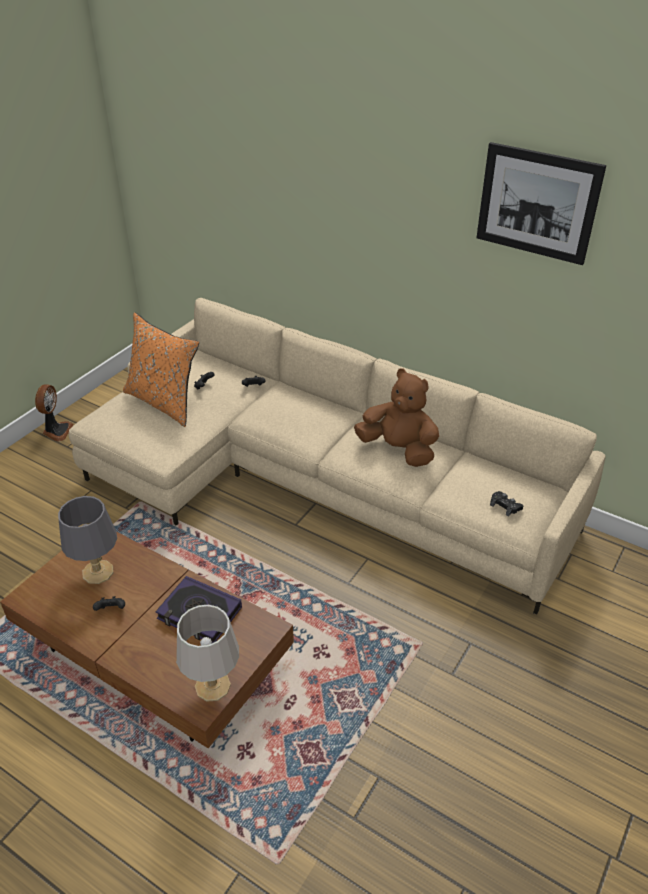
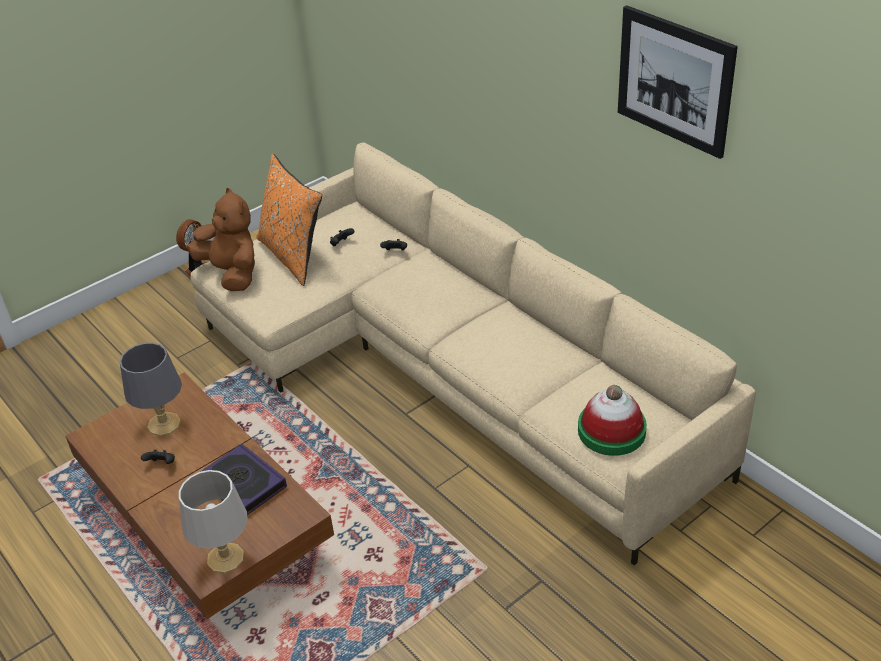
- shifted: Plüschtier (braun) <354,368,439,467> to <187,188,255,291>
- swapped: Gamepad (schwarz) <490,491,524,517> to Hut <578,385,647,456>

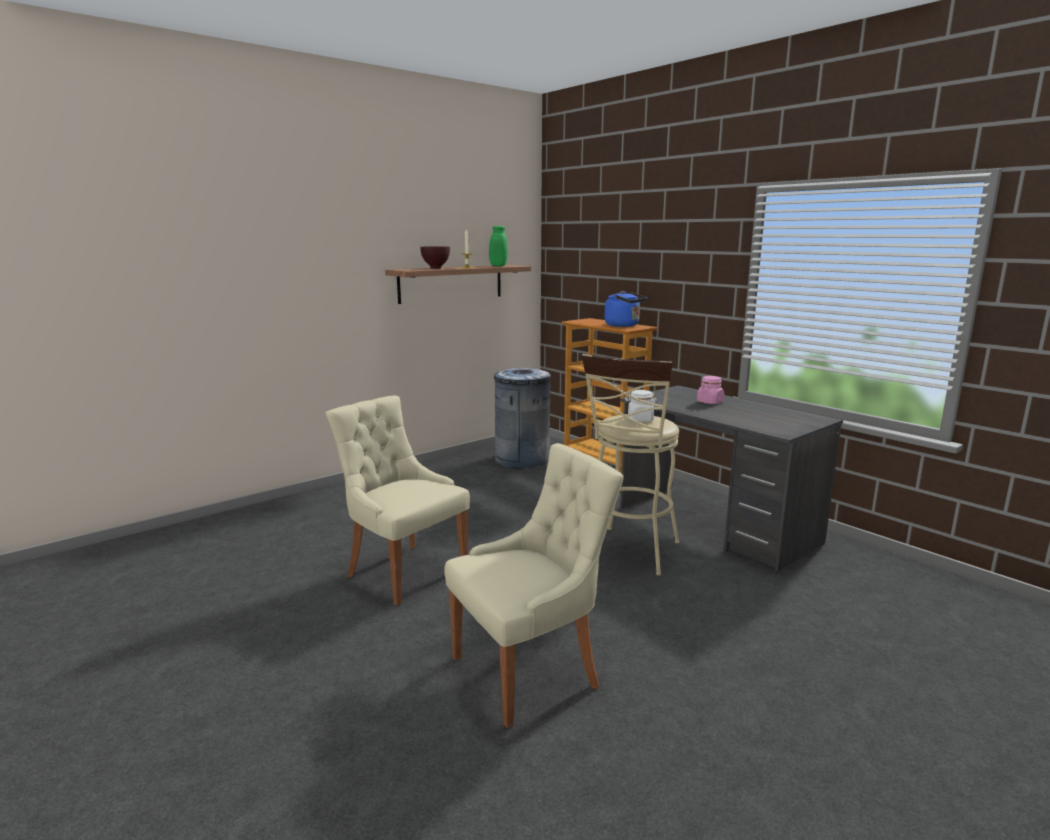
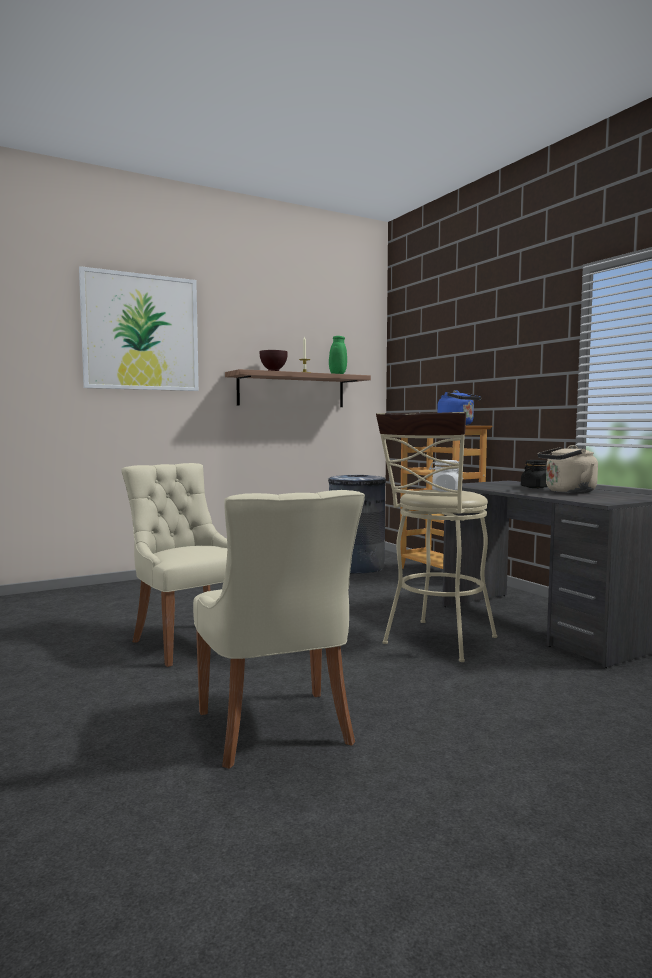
- rotated: Stuhl (beige) <444,443,624,728> = <193,490,365,768> 90 degrees clockwise
- repainted: Vorratsglas (rosa) <697,376,724,404> to Vorratsglas (schwarz) <521,460,547,488>
- new: Bild <79,266,199,391>
- new: Wasserkessel (beige) <538,445,598,493>

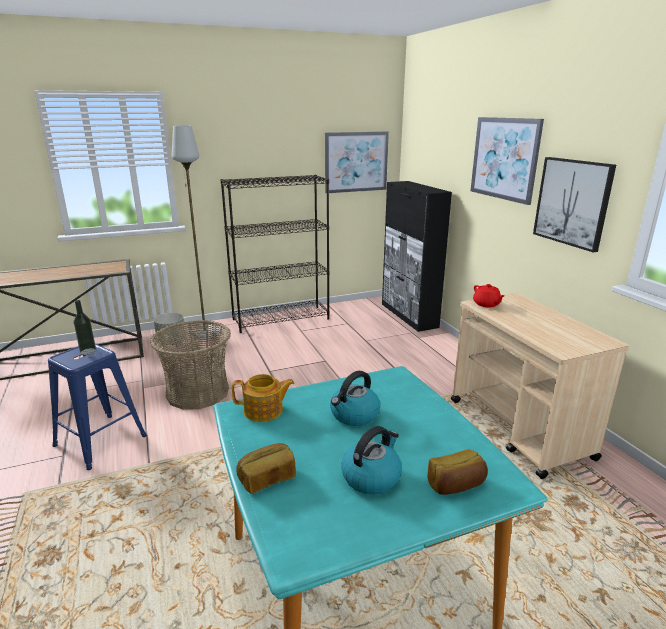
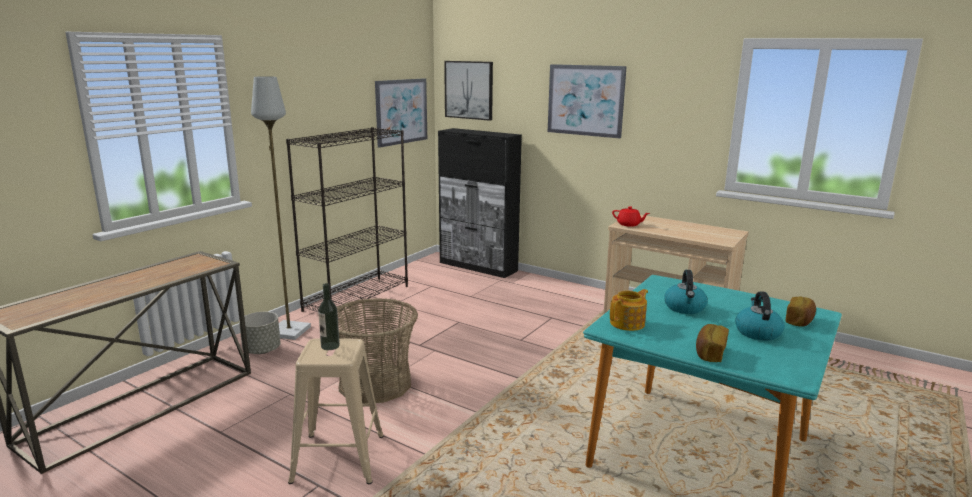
- repainted: Hocker (blau) <48,344,147,470> to Hocker (beige) <288,338,384,484>
- shifted: Bild <533,157,616,252> to <444,61,493,121>

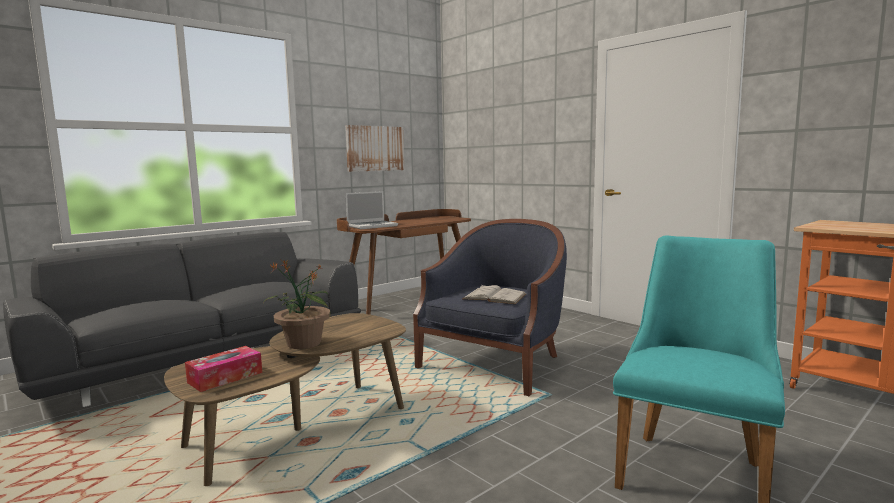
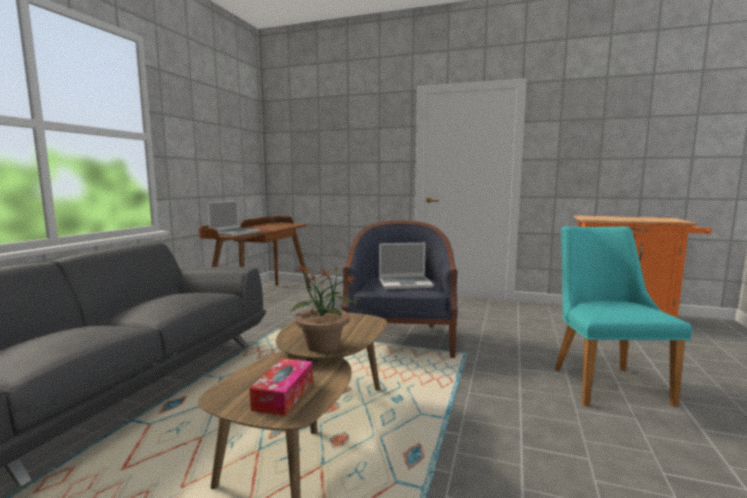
- gone: Bild <345,125,404,172>
- swapped: Buch (weiß) <463,285,526,304> to Laptop <379,243,434,289>

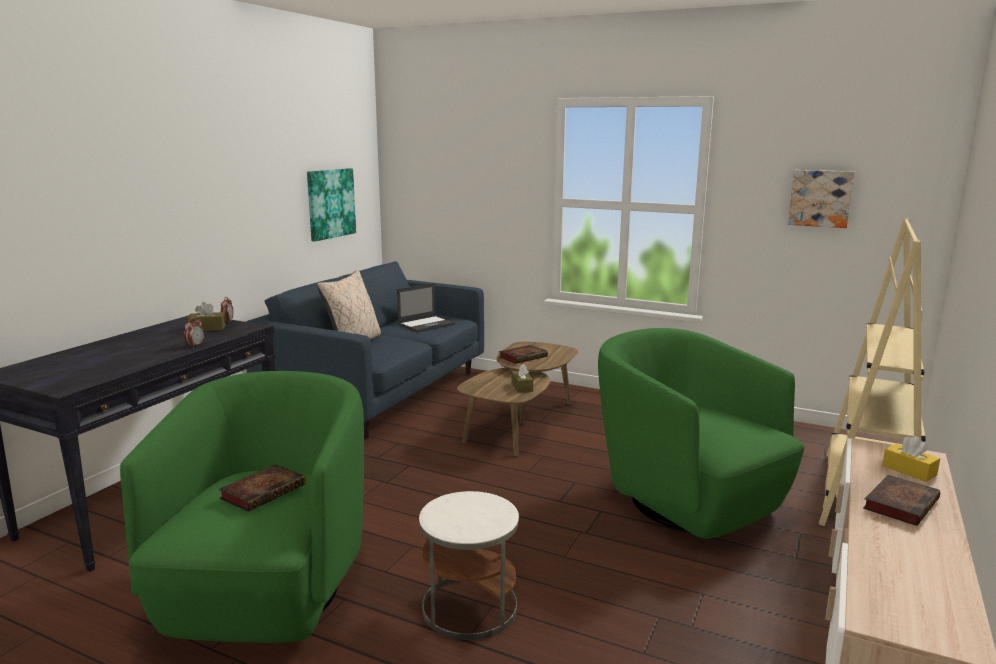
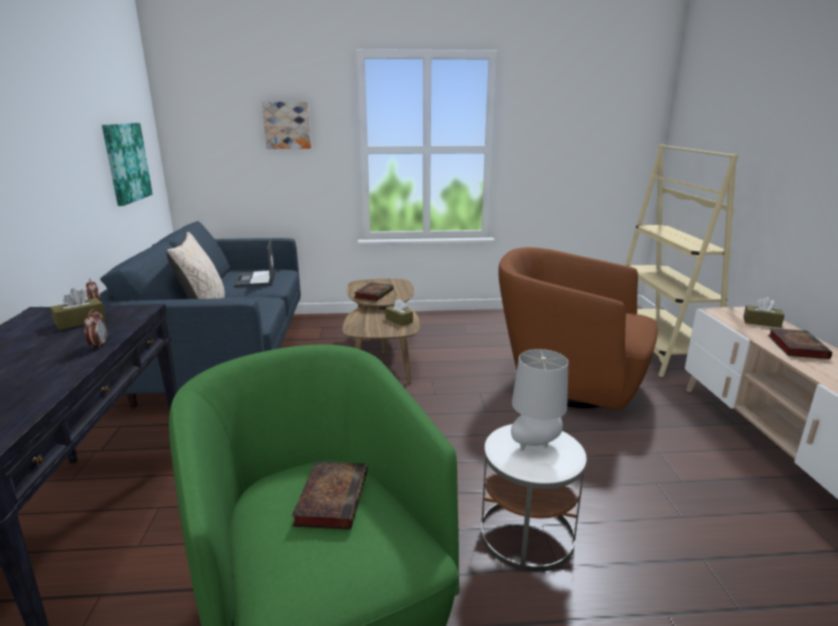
- rotated: Laptop <397,283,455,332> = <234,238,275,287> 150 degrees clockwise
- repainted: Sessel (grün) <598,328,805,539> to Sessel (braun) <499,247,658,410>
- shifted: Bild <788,170,854,228> to <262,102,311,149>
- repainted: Taschentuchbox (gelb) <882,436,940,482> to Taschentuchbox (braun) <743,297,785,328>
- new: Tischlampe (grau) <511,349,568,451>

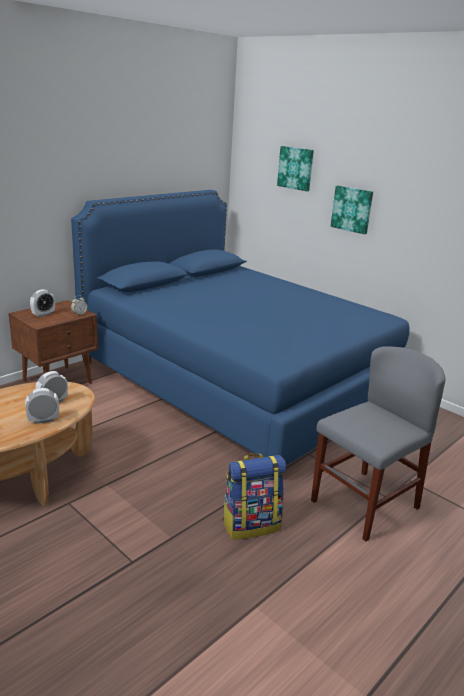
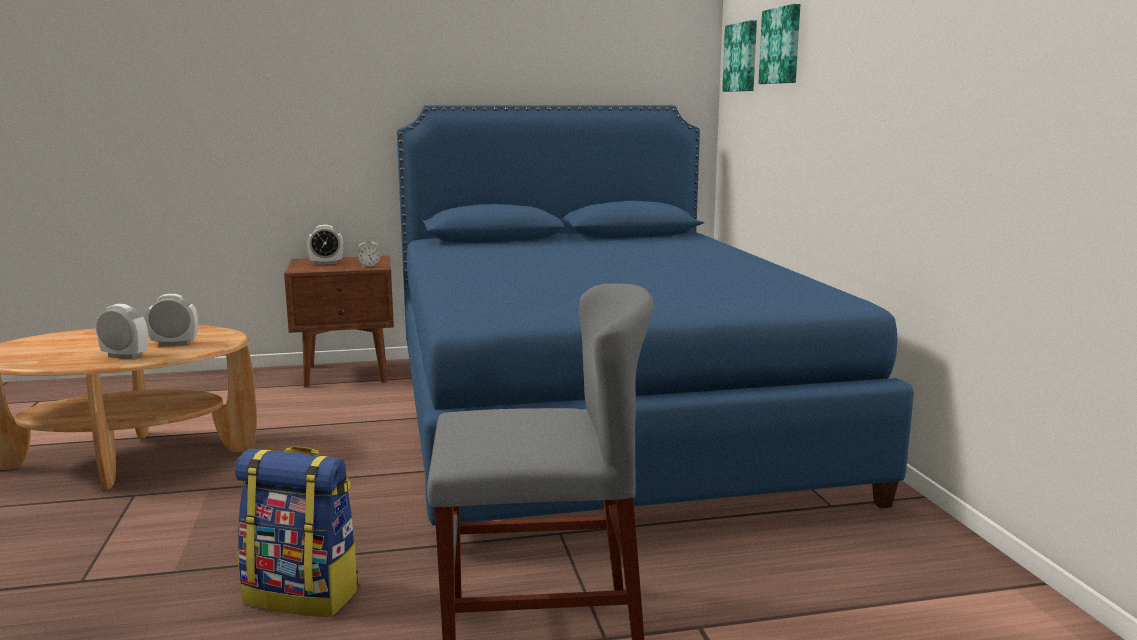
- shifted: Bild <331,185,373,234> to <722,20,757,92>

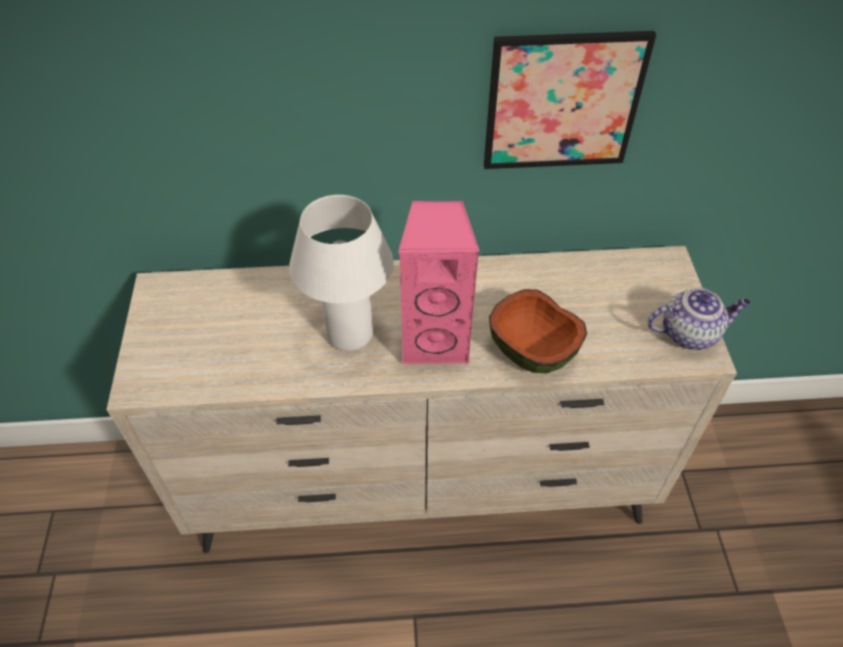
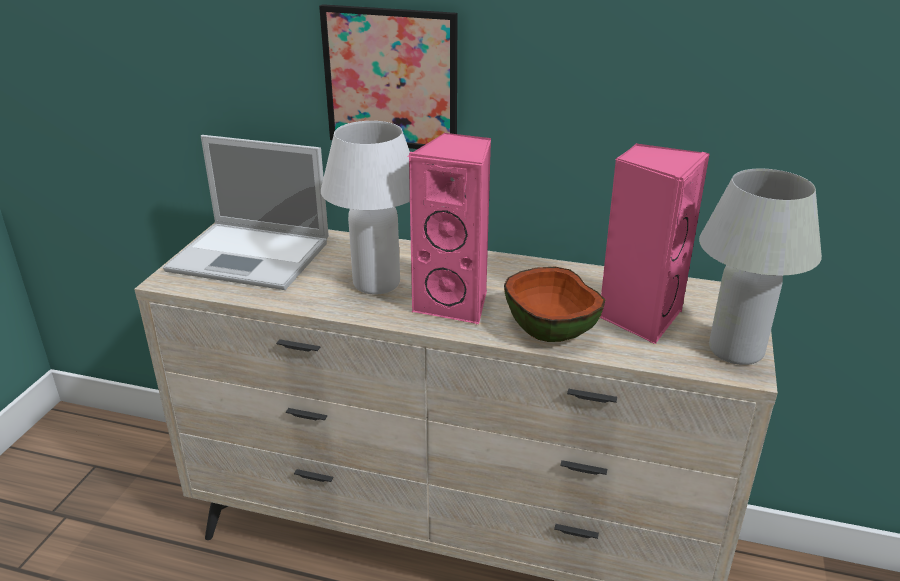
- shifted: Bild <484,31,656,169> to <319,4,457,149>
- swapped: Teekanne <647,288,751,350> to Tischlampe (weiß) <699,169,822,365>
- new: Laptop <163,135,329,290>
- new: Lautsprecher (rosa) <600,143,710,344>

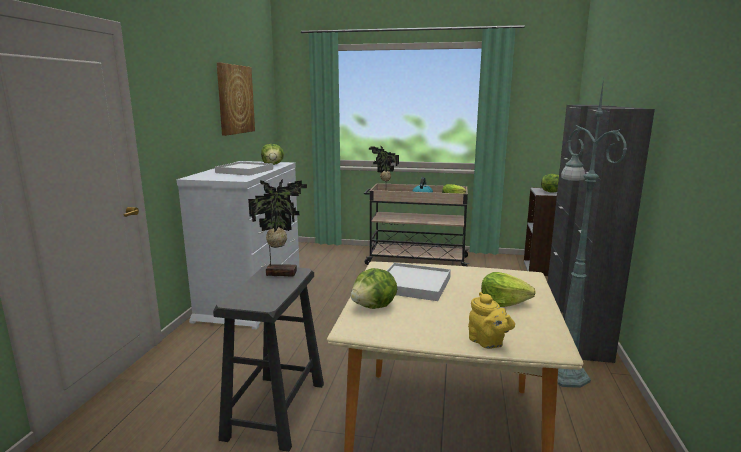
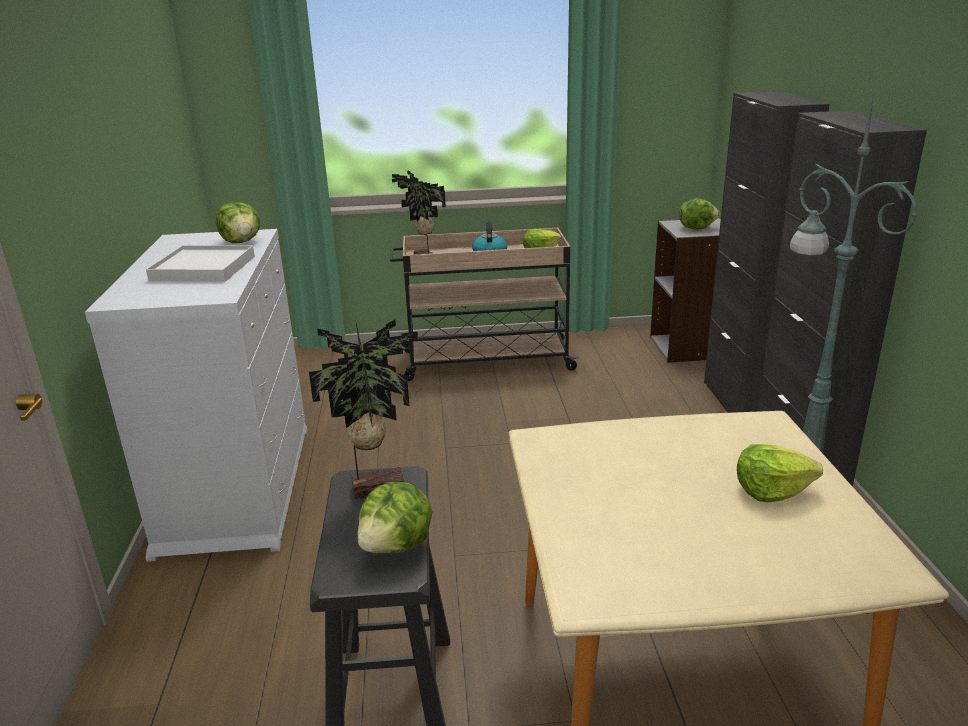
- gone: Bild <217,63,255,136>
- shifted: Salatkopf <350,268,397,309> to <357,482,433,554>
- gone: Tablett (weiß) <387,263,451,301>
- gone: Teekanne (gelb) <468,292,515,349>

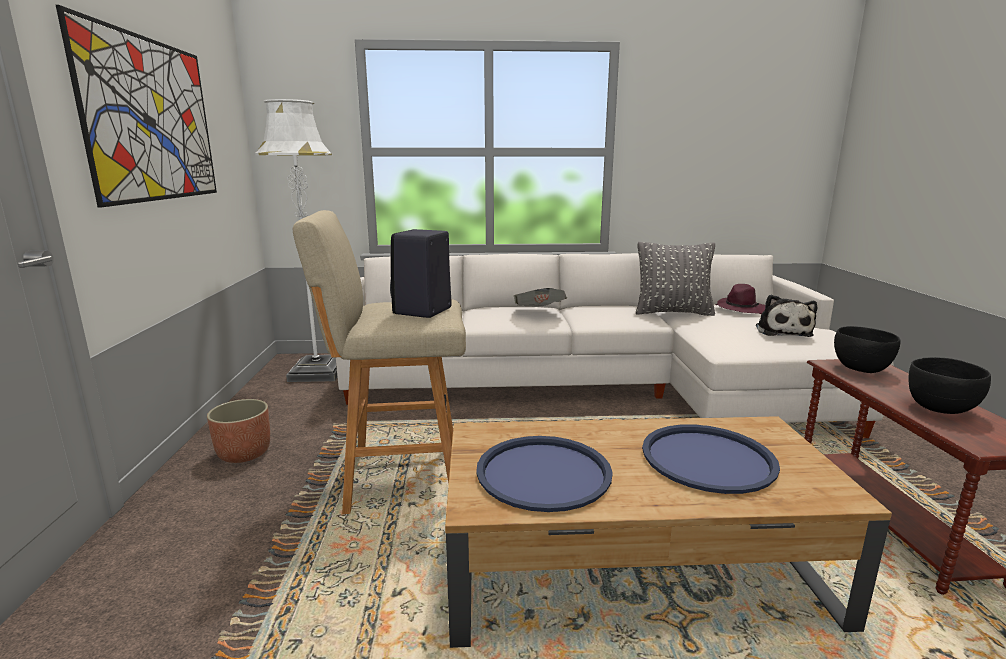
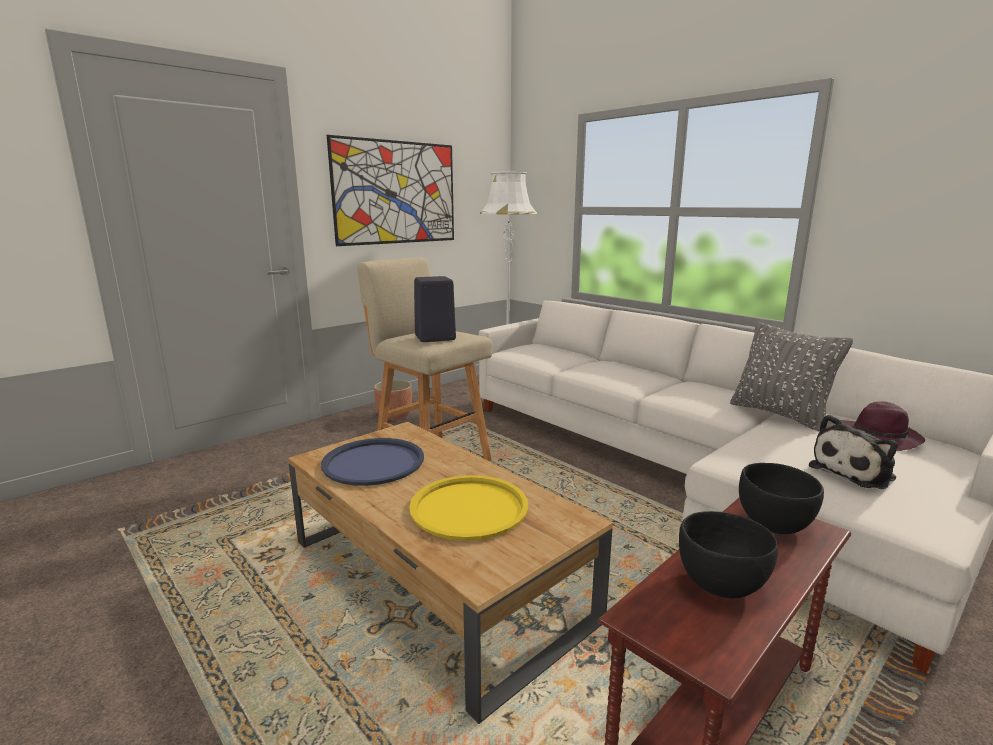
- gone: Zeitung <514,288,567,307>
- repainted: Tablett (blau) <642,424,780,494> to Tablett (gelb) <409,475,528,541>

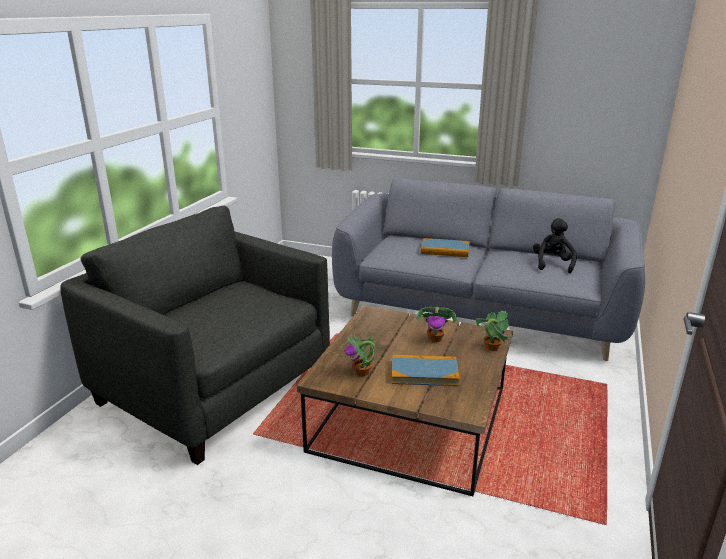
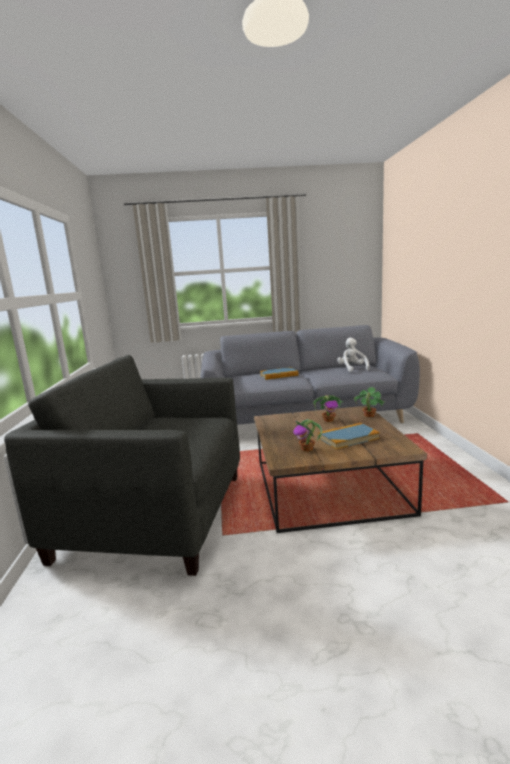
- repainted: Plüschtier (schwarz) <533,218,577,273> to Plüschtier (weiß) <337,338,369,372>

